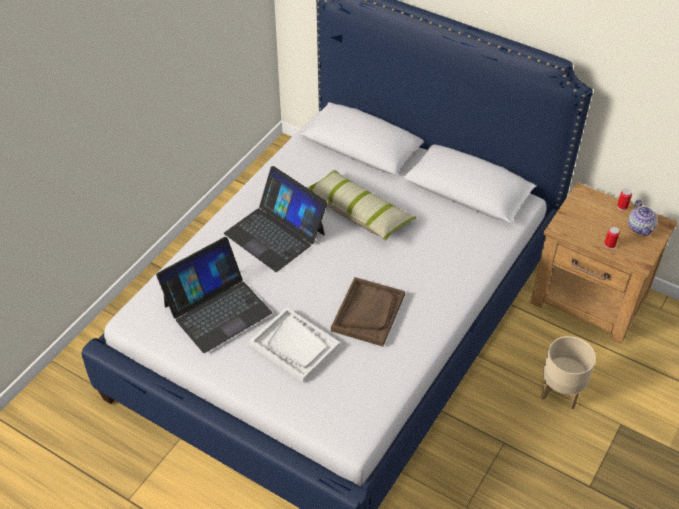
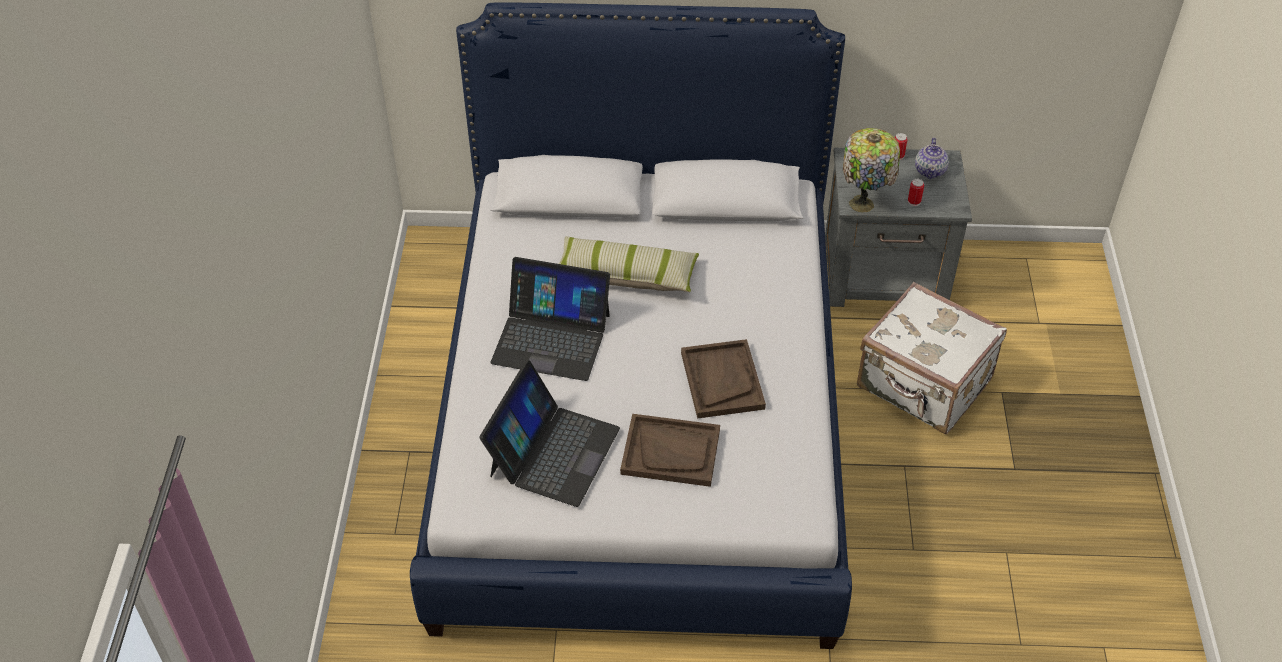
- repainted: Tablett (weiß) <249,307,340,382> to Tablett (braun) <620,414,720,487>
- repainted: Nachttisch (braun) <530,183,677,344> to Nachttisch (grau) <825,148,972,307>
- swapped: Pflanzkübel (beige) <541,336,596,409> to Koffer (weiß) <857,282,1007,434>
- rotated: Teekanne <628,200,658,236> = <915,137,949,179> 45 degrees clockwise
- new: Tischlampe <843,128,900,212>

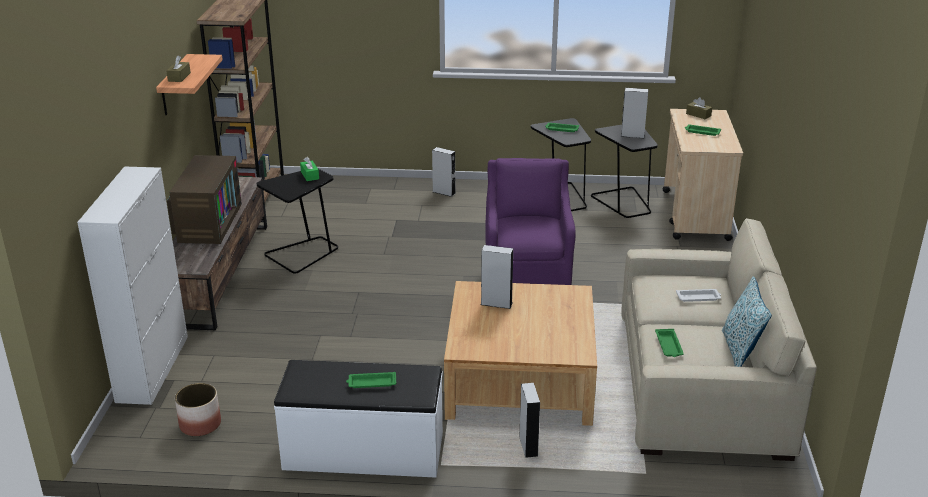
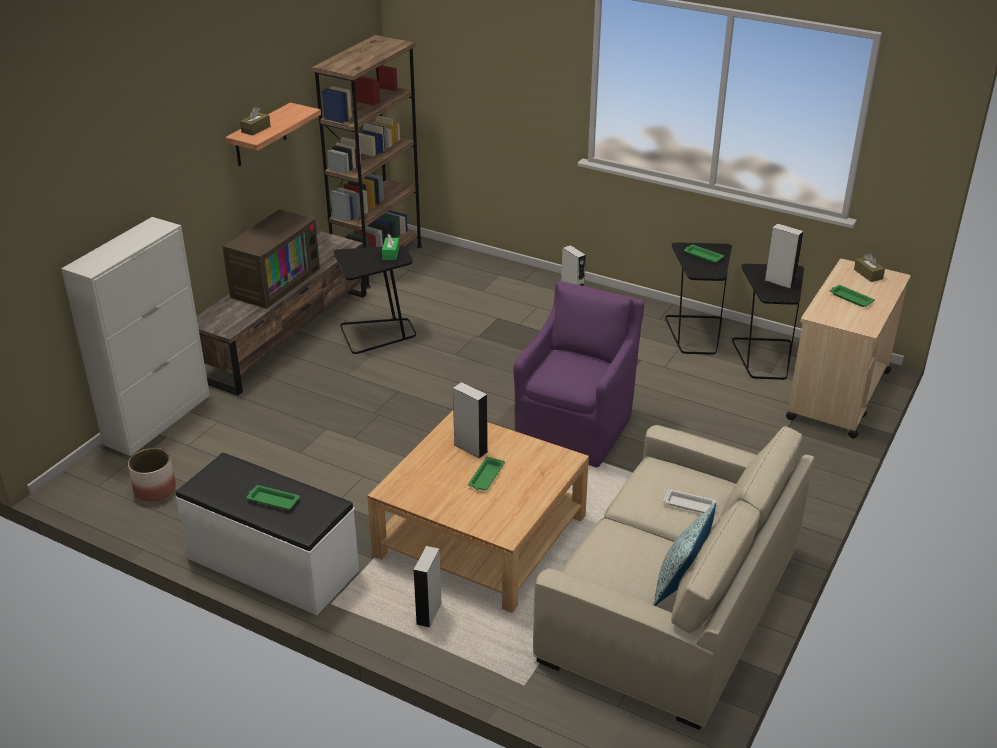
- shifted: Tablett (grün) <655,329,684,357> to <468,457,505,490>

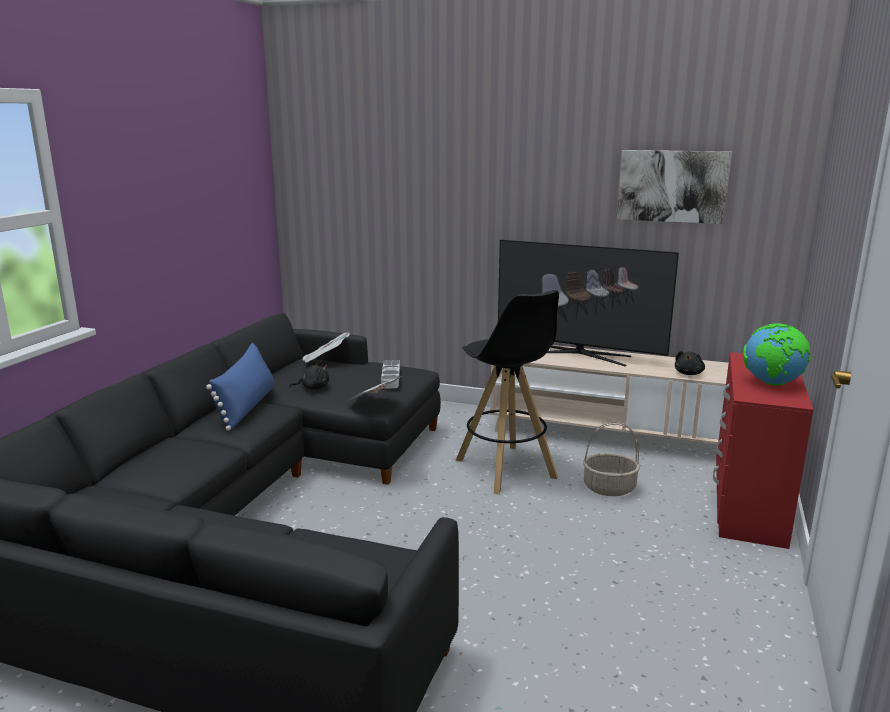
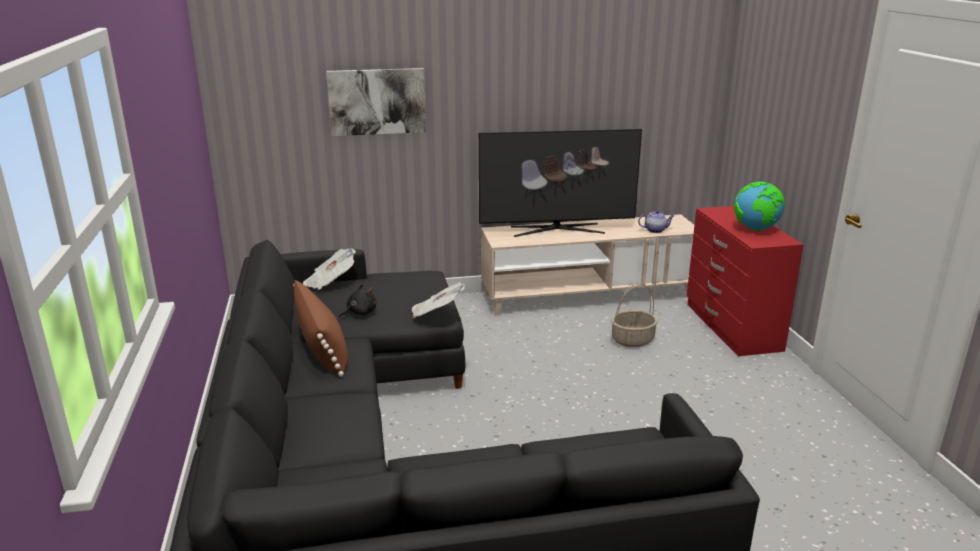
- repainted: Kissen (blau) <206,343,274,431> to Kissen (braun) <293,280,348,377>
- gone: Tablett (grau) <381,360,400,388>
- gone: Hocker (schwarz) <456,290,559,495>
- shifted: Bild <617,150,732,224> to <326,68,426,136>
- swapped: Plüschtier (schwarz) <675,351,705,375> to Teekanne <638,210,674,233>

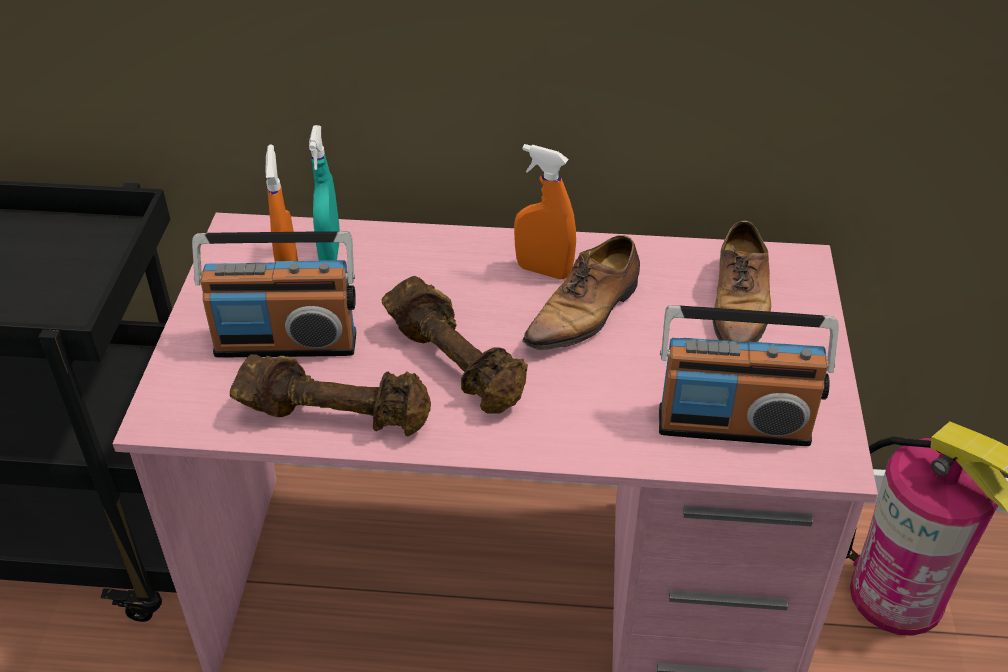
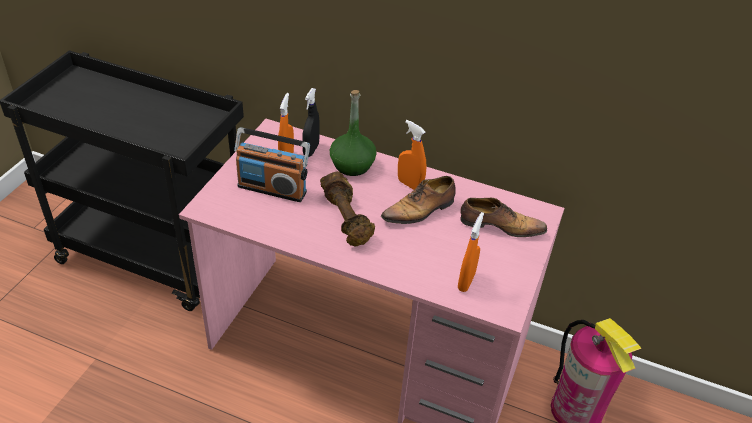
- gone: Hantel (braun) <230,354,431,436>
- repainted: Sprühflasche (türkis) <309,125,340,261> to Sprühflasche (schwarz) <302,88,320,157>
- swapped: Radio <659,305,839,446> to Sprühflasche (orange) <458,212,484,292>
- rotated: Schuh <713,221,771,342> = <460,198,547,237> 105 degrees counterclockwise
- new: Flasche (grün) <330,90,376,176>

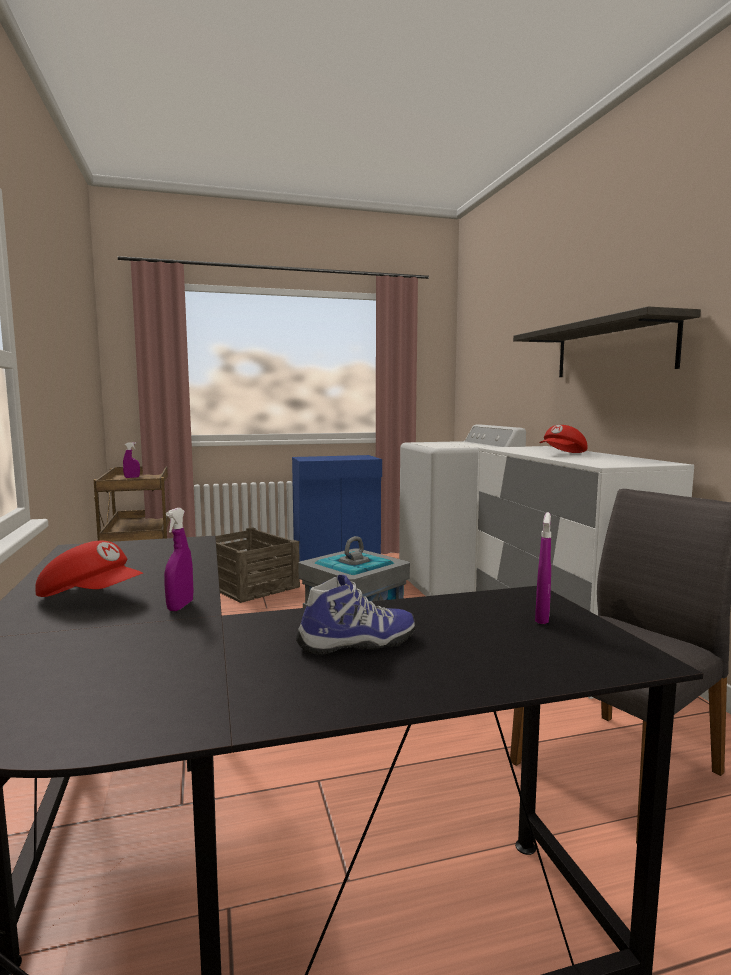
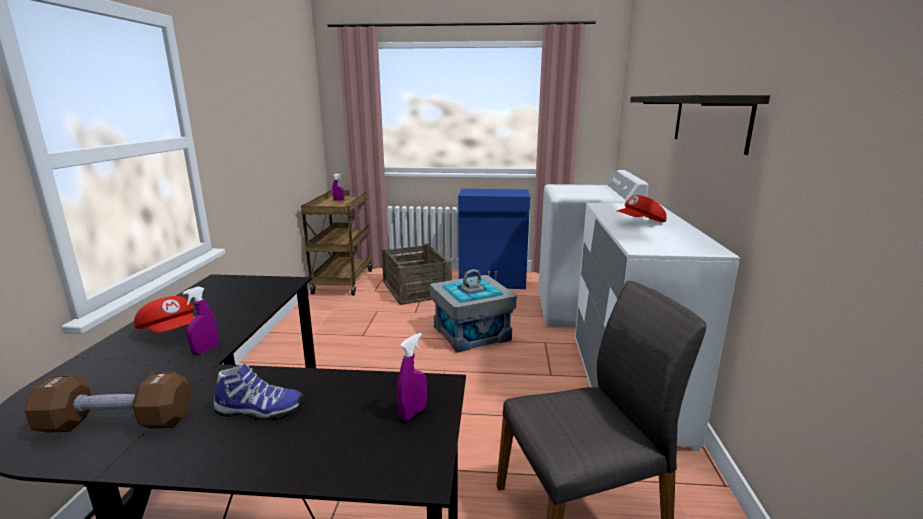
- new: Hantel (braun) <24,372,191,433>

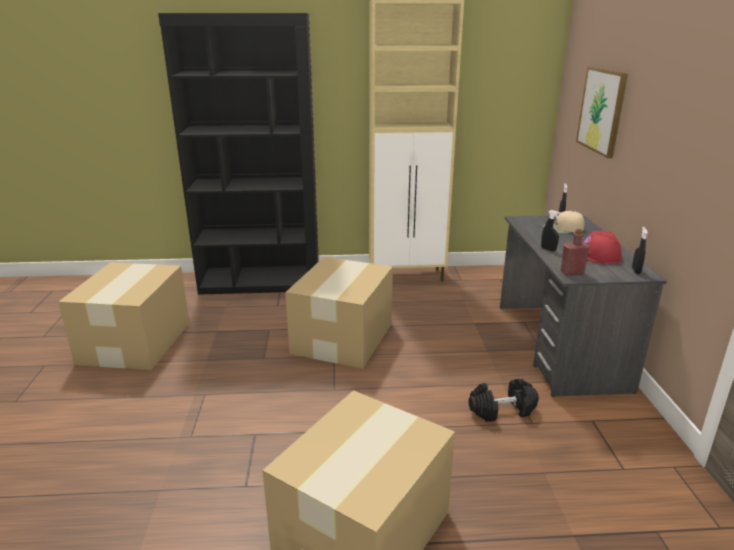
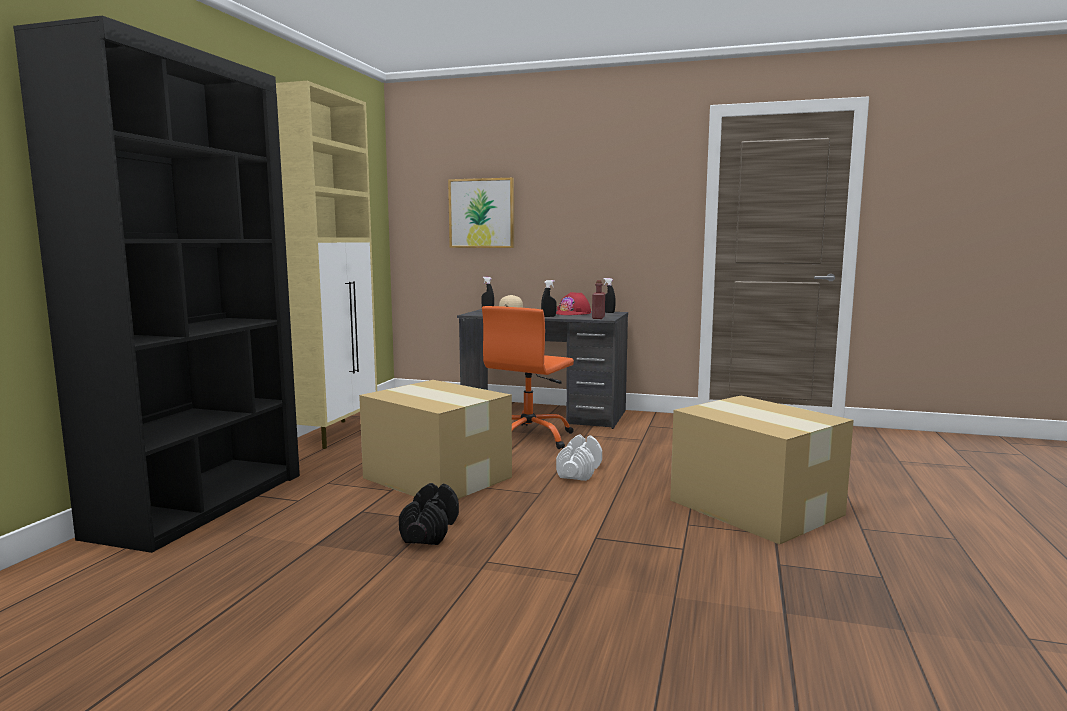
- gone: Karton <58,262,190,370>
- shifted: Hantel (schwarz) <469,379,539,422> to <399,483,459,545>
- new: Bürostuhl (orange) <482,306,574,449>
- new: Hantel (weiß) <556,435,602,481>

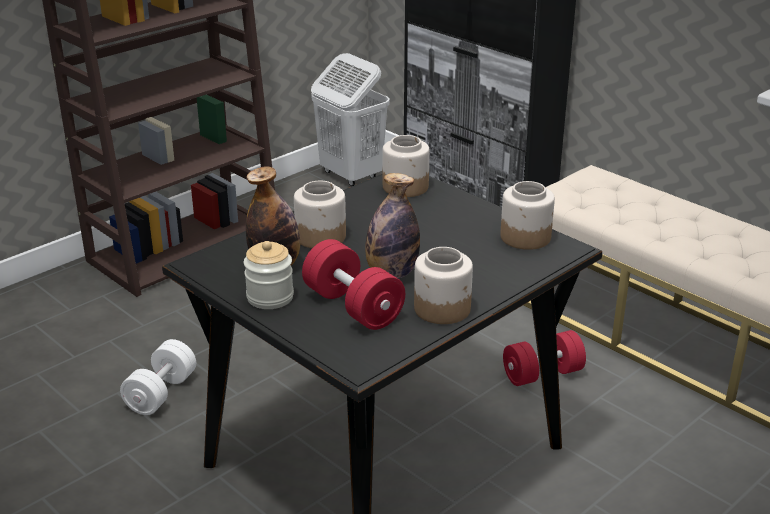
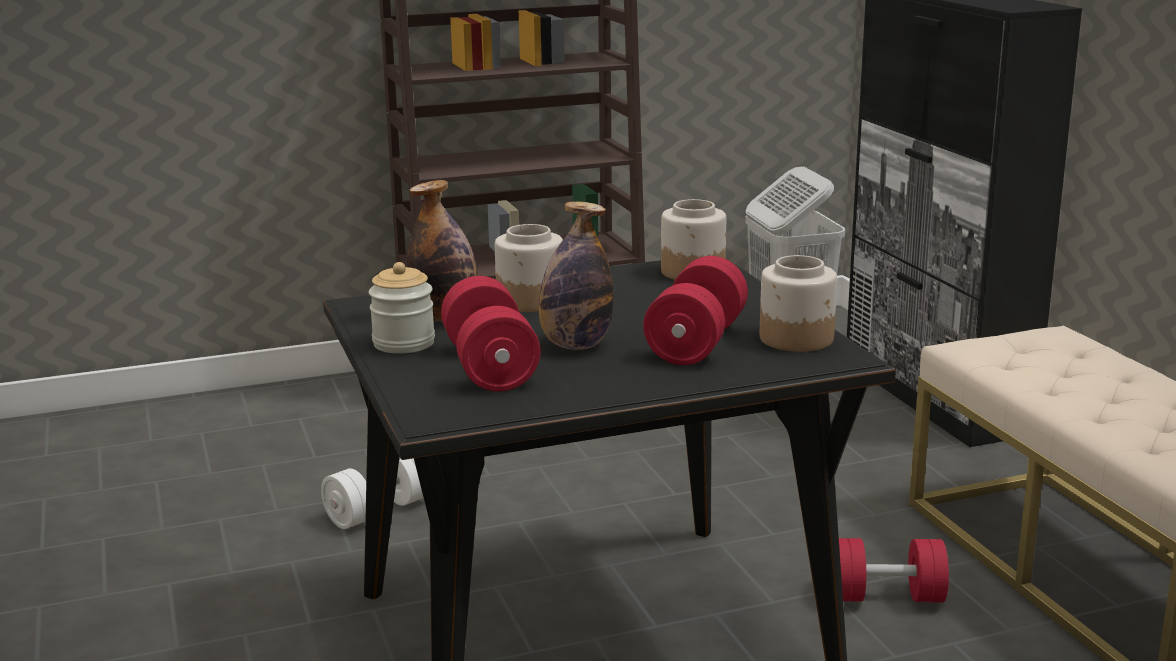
- gone: Vorratsglas <414,247,473,324>
- new: Hantel (rot) <643,256,748,365>

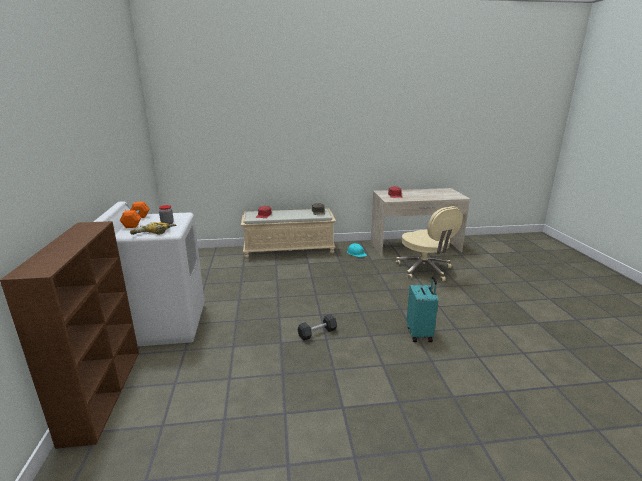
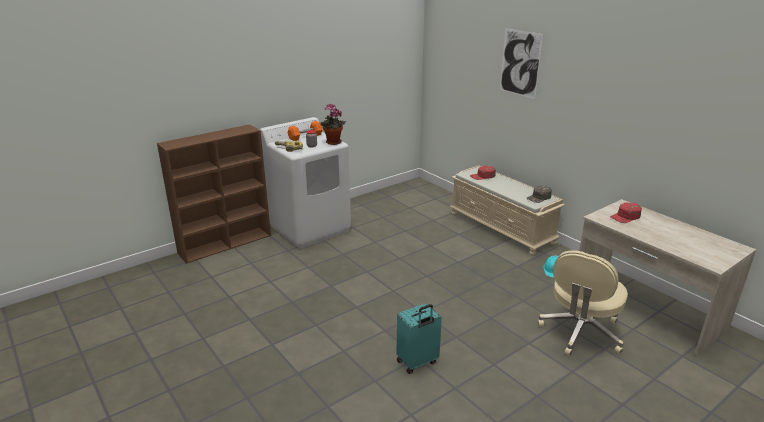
- gone: Hantel (grau) <298,314,337,341>
- new: Topfpflanze <320,104,346,145>
- new: Bild <500,28,543,99>

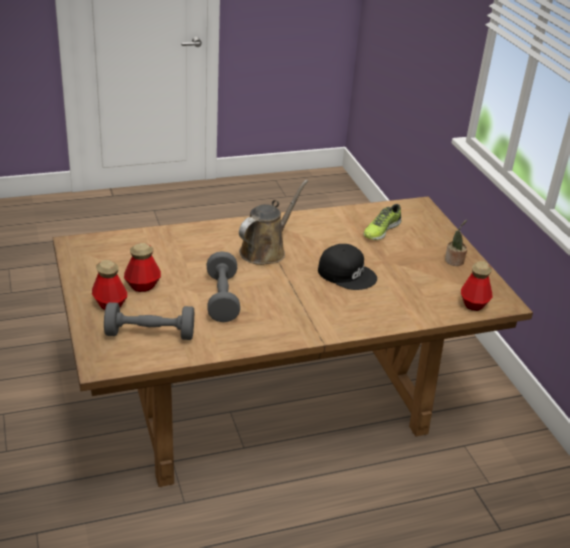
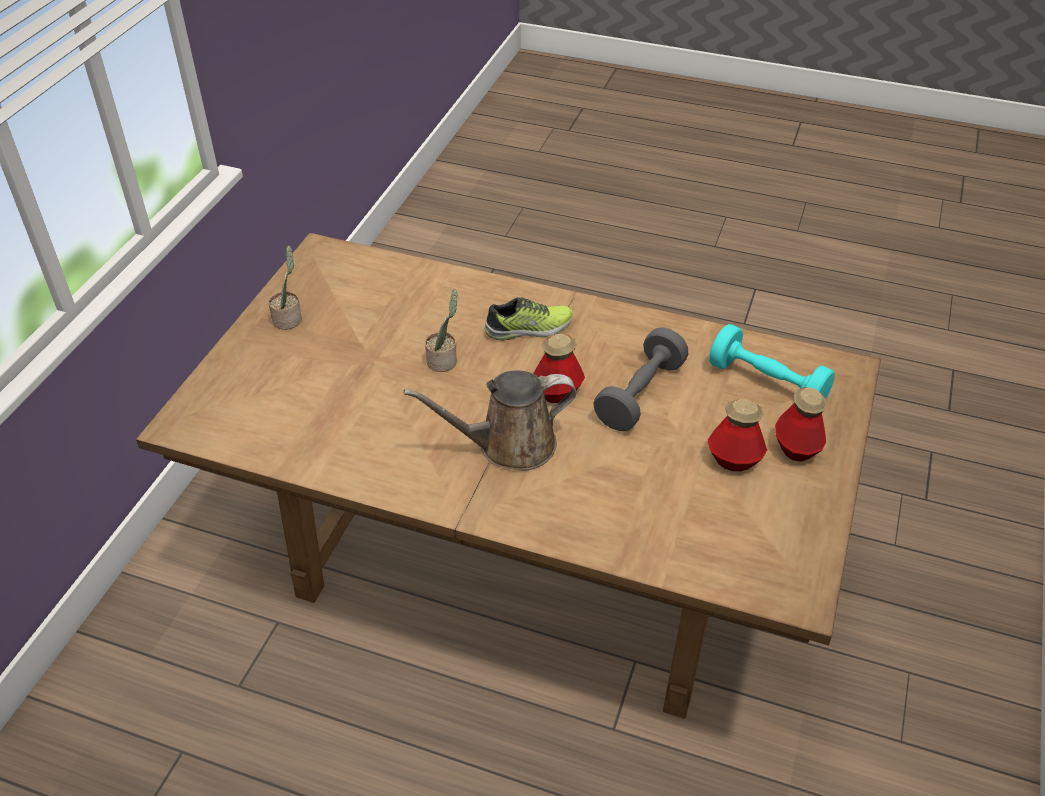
- repainted: Hantel (grau) <104,302,194,340> to Hantel (türkis) <709,324,835,399>
- swapped: Kappe (schwarz) <318,244,377,290> to Topfpflanze <425,289,457,372>
- shifted: Schuh <363,204,401,240> to <484,297,573,340>
- shifted: Flasche <461,261,493,311> to <533,334,585,403>

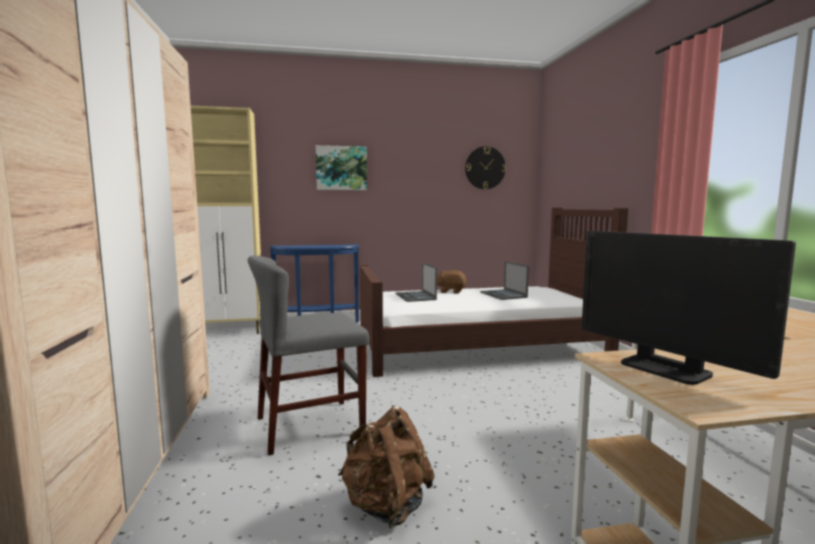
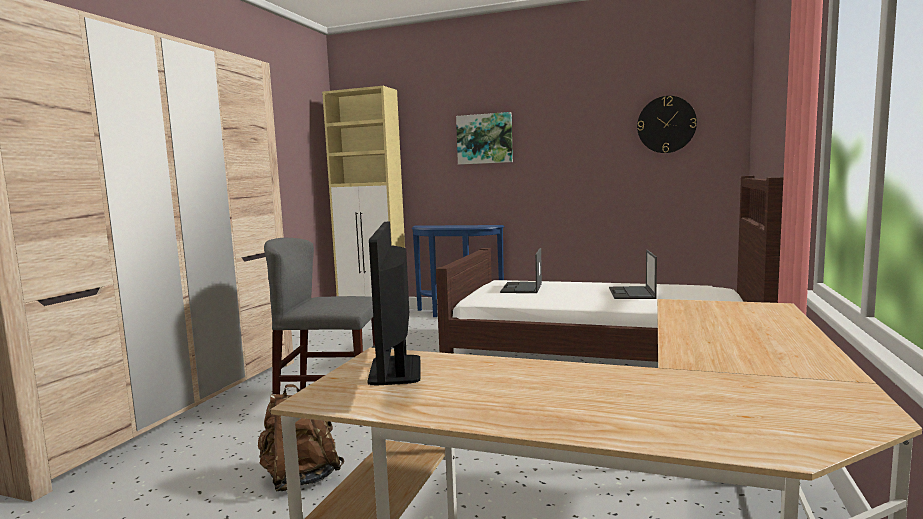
- gone: Plüschtier (braun) <437,270,467,294>

